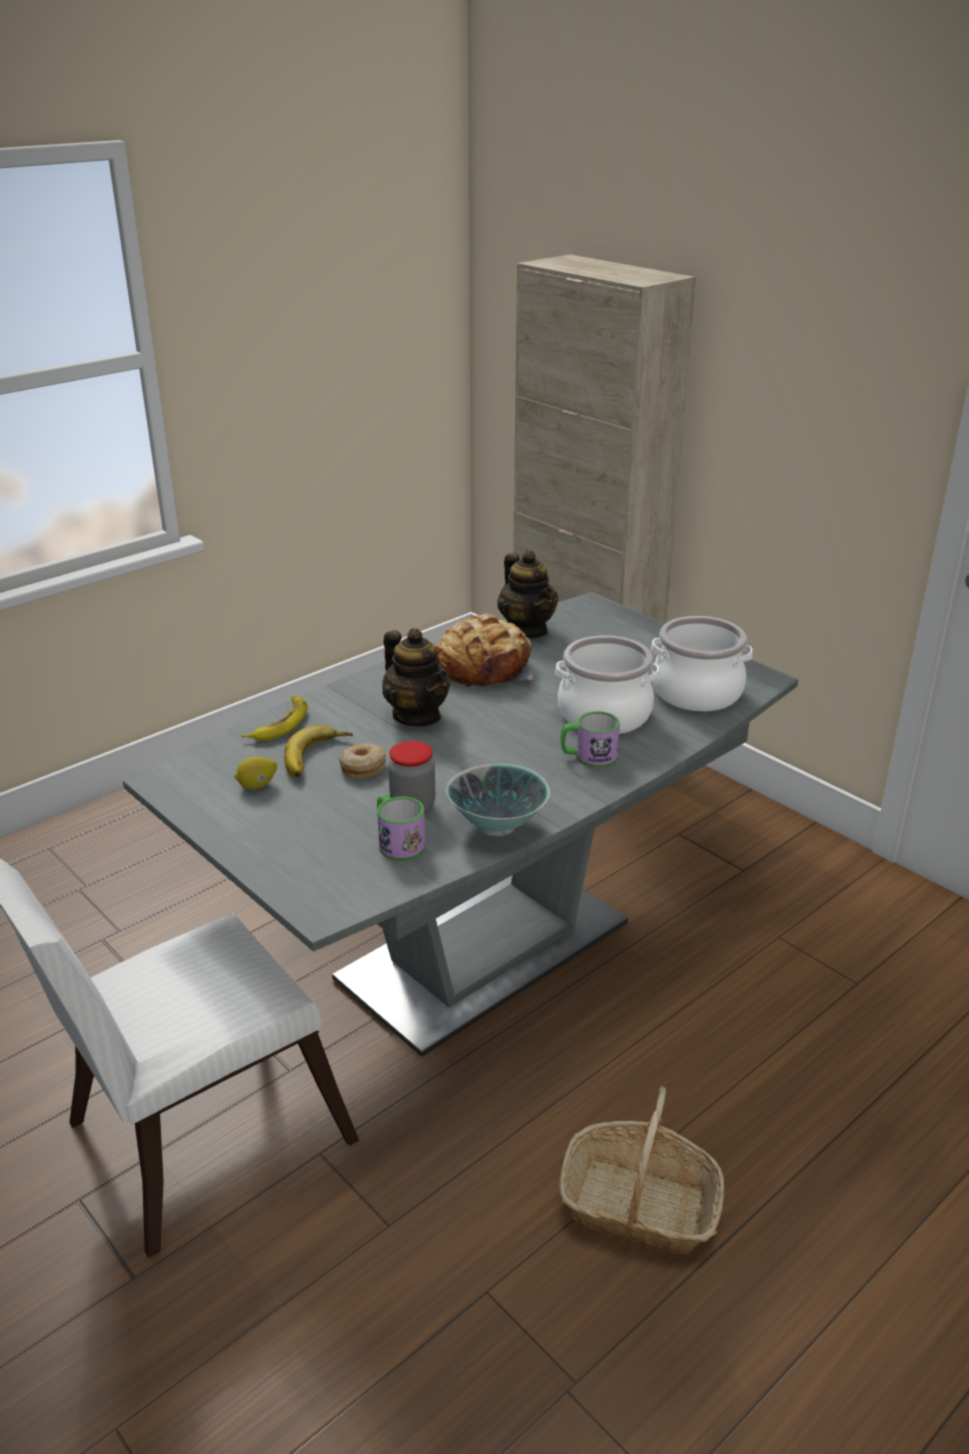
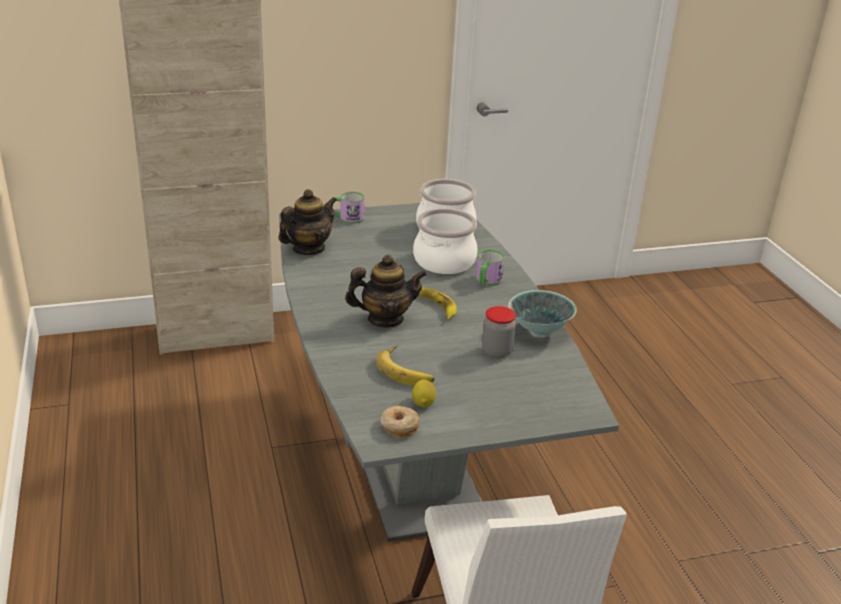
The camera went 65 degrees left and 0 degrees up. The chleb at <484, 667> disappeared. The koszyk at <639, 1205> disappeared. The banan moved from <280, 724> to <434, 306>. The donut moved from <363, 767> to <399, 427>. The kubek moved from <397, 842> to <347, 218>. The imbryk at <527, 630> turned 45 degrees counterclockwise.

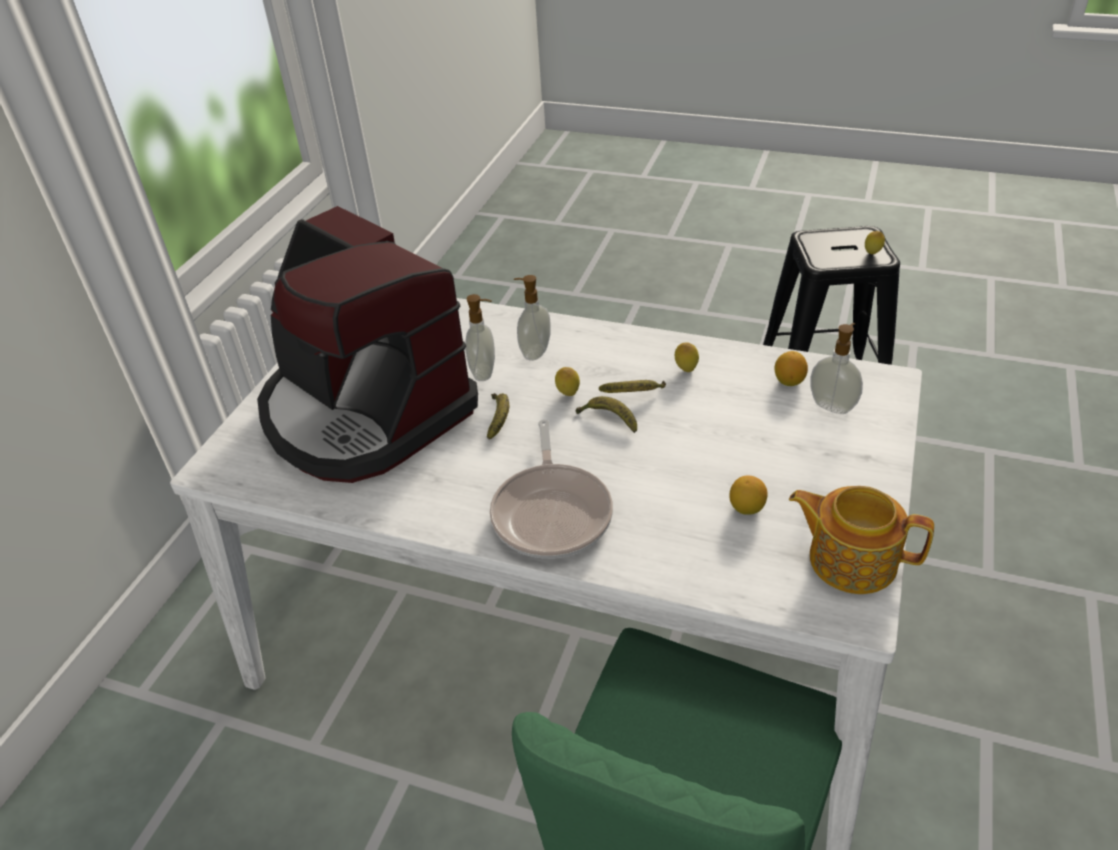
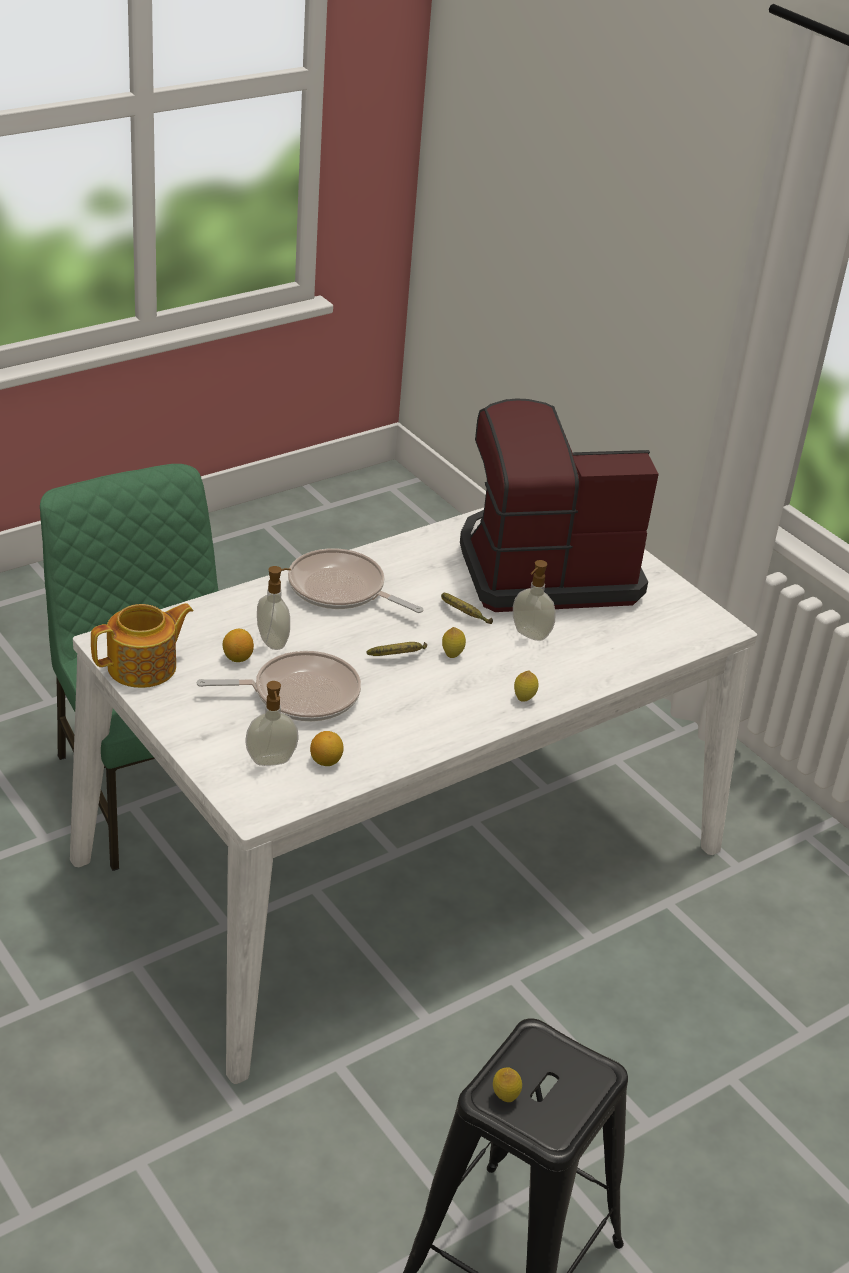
The camera went 120 degrees right and 5 degrees down. The banan at <634, 394> disappeared. The patelnia at <299, 694> appeared. The dozownik mydła moved from <534, 352> to <274, 641>. The cytryna moved from <686, 370> to <524, 699>.

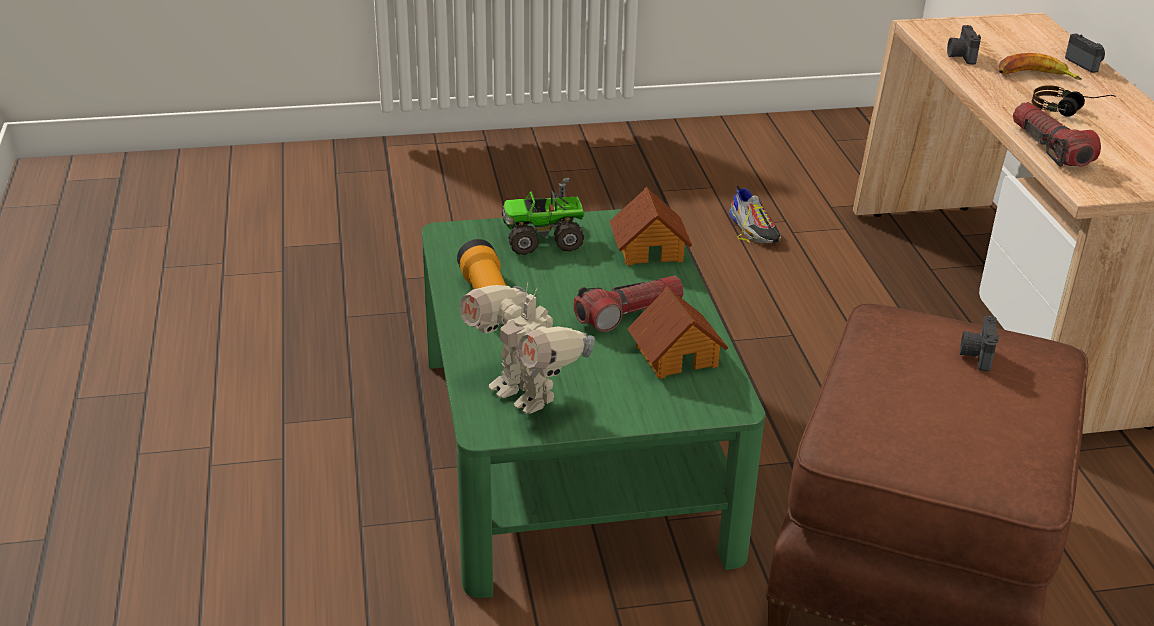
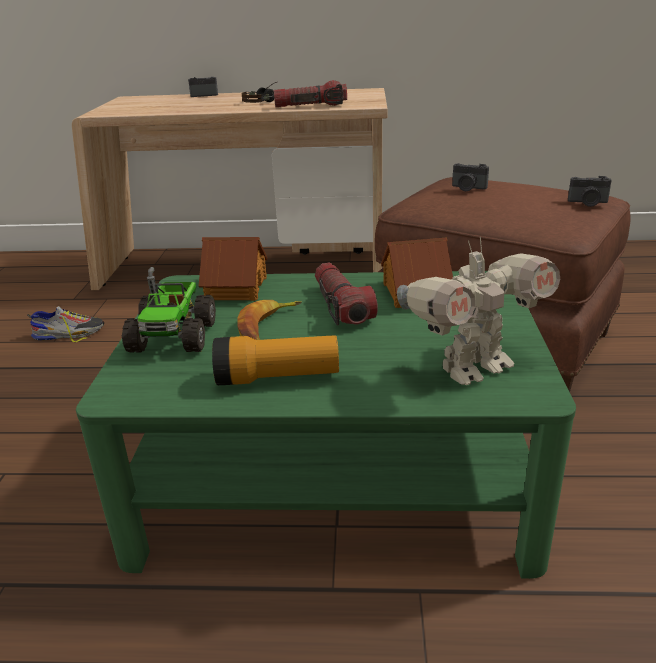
The camera went 75 degrees left and 5 degrees down. The aparat fotograficzny moved from <960, 56> to <588, 203>. The banan moved from <1035, 76> to <267, 326>.

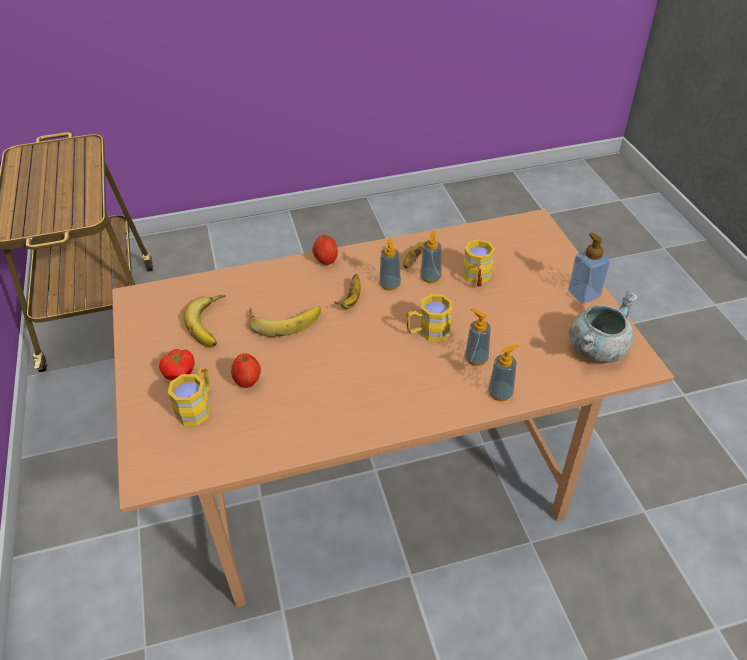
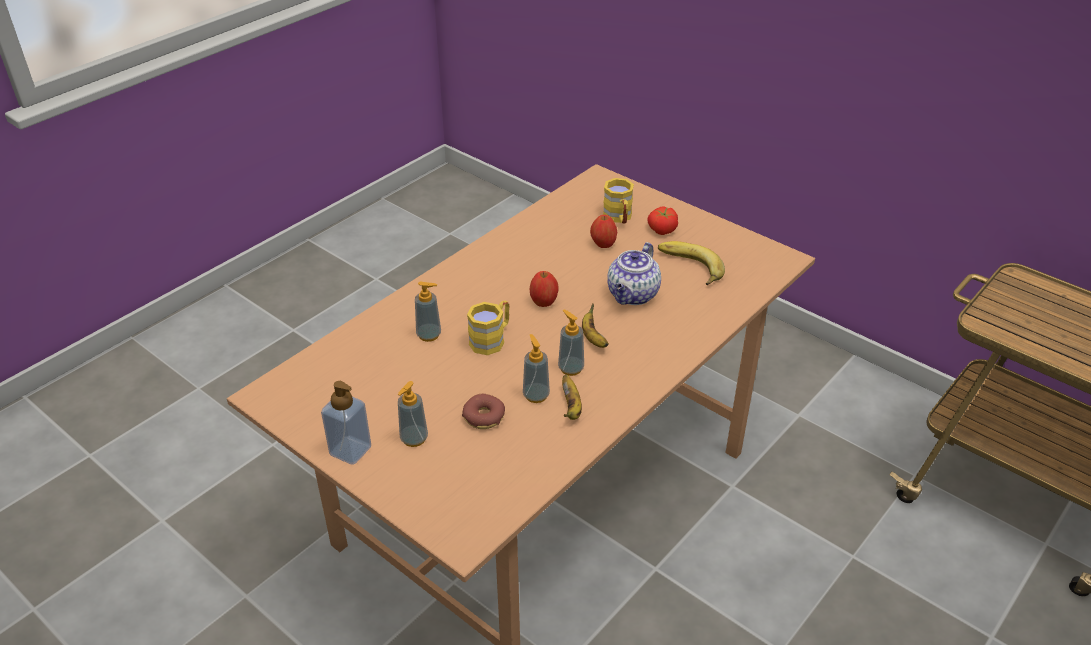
The camera went 145 degrees right and 5 degrees down. The garnek (szary) at <597, 348> disappeared. The jabłko moved from <326, 261> to <544, 302>. The dozownik mydła moved from <500, 393> to <414, 438>. The banan at <284, 319> was replaced by the imbryk at <633, 295>. The kubek (żółty) at <477, 278> was replaced by the donut at <484, 417>.

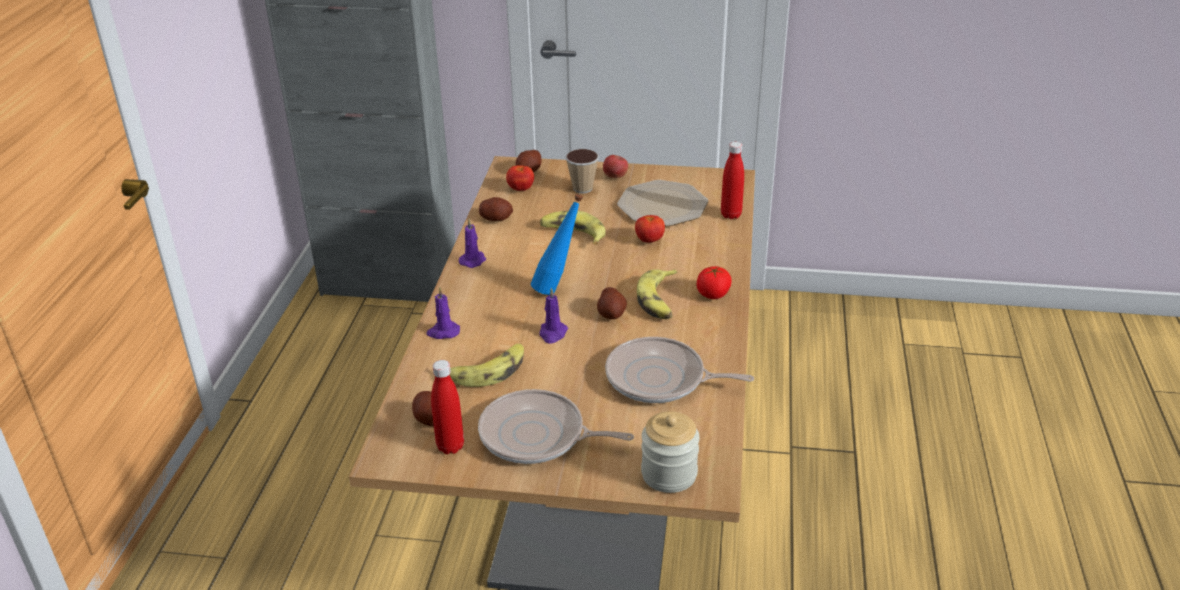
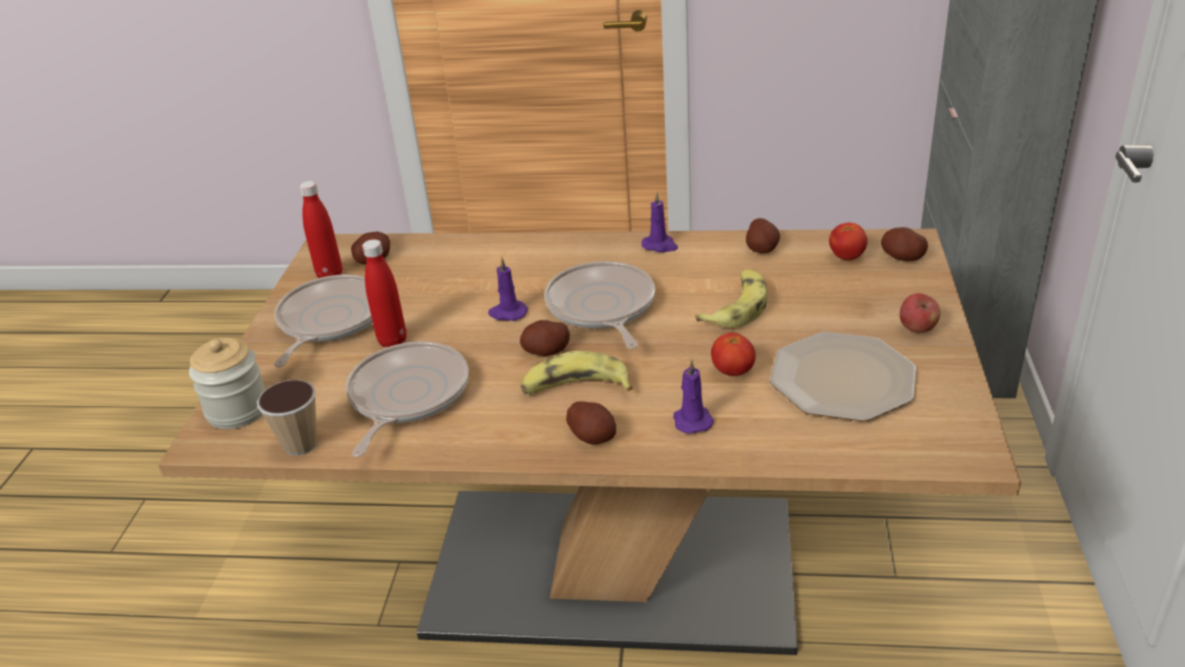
The camera went 90 degrees right and 0 degrees up. The banan at <488, 371> disappeared. The świeca (fioletowy) moved from <443, 332> to <692, 420>. The filiżanka moved from <582, 188> to <300, 444>. The butelka (czerwony) moved from <731, 215> to <392, 341>. The butelka (niebieski) at <558, 289> was replaced by the patelnia at <602, 308>. The pomidor at <713, 294> was replaced by the ziemniak at <593, 436>.

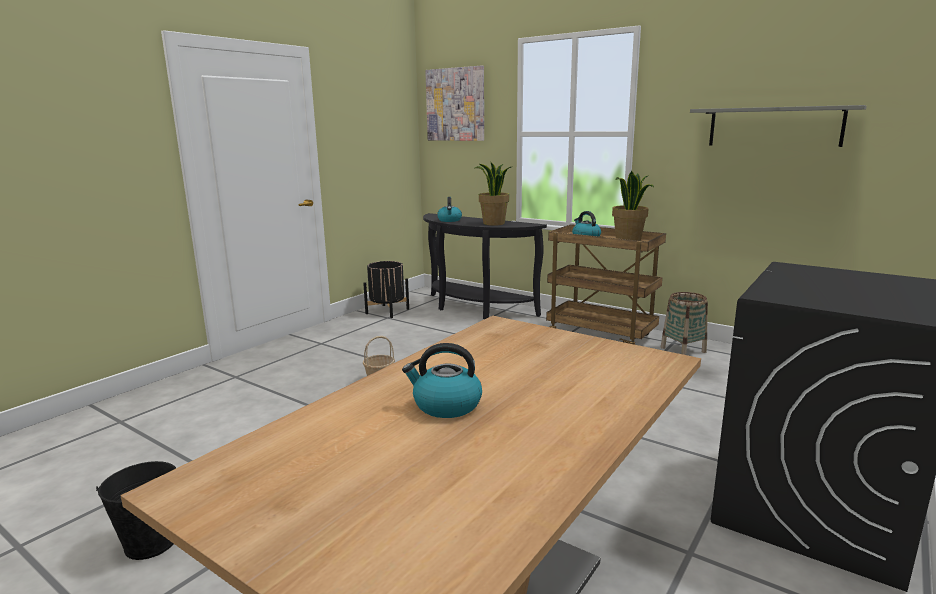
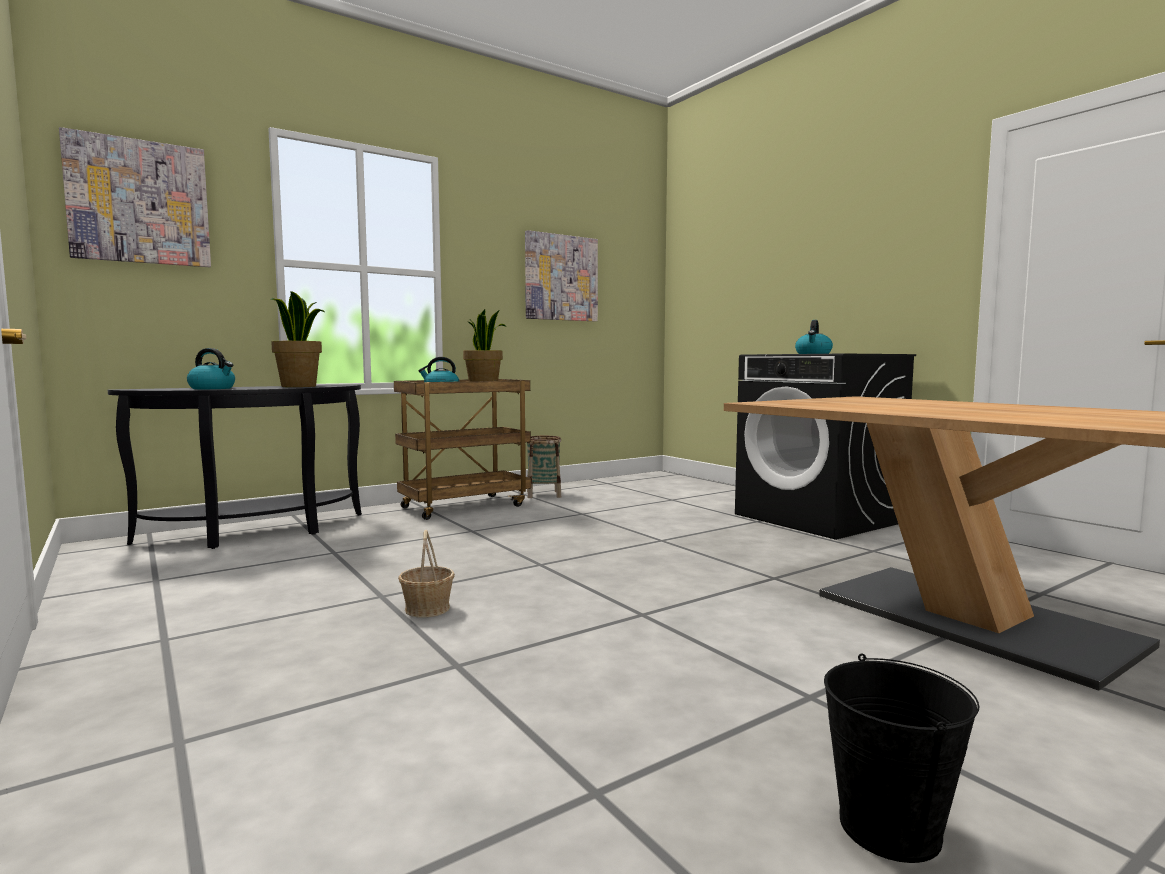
The camera went 70 degrees left and 10 degrees down. The donica (czarny) at <387, 311> disappeared. The czajnik moved from <446, 405> to <813, 354>. The półka (szary) at <774, 127> was replaced by the obraz at <561, 278>.

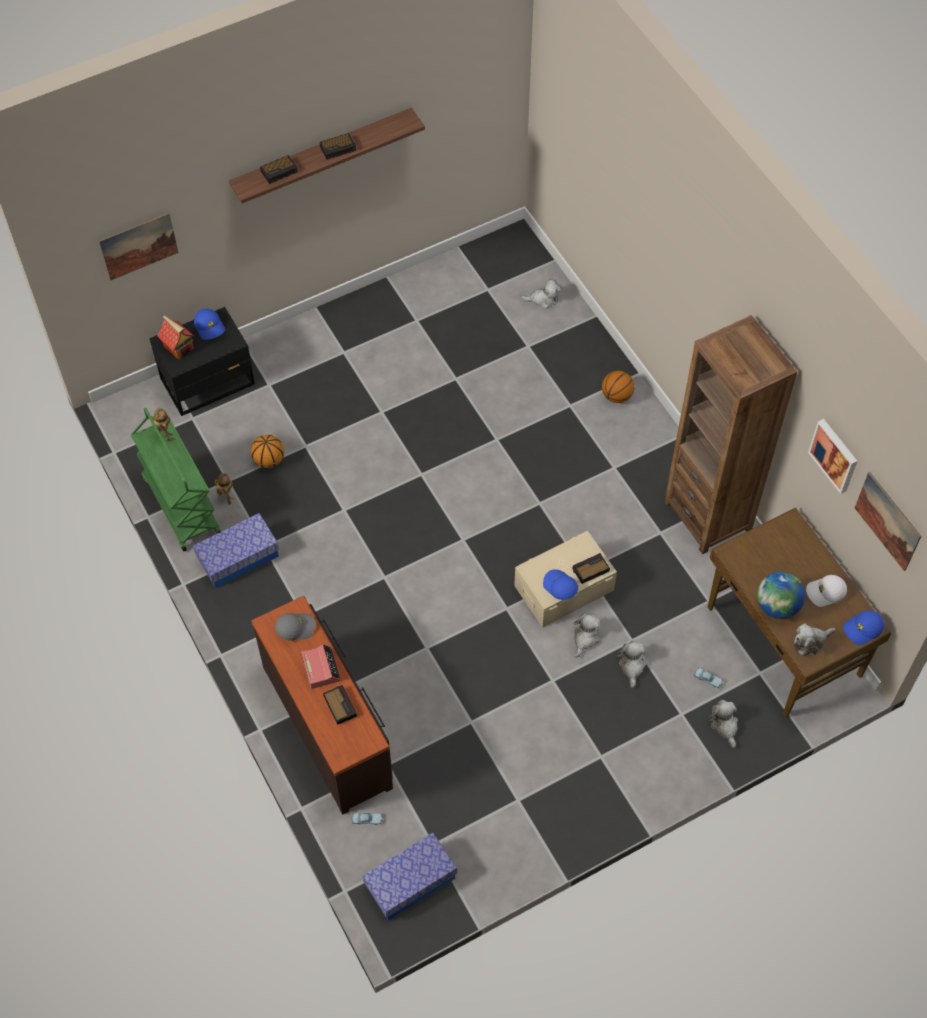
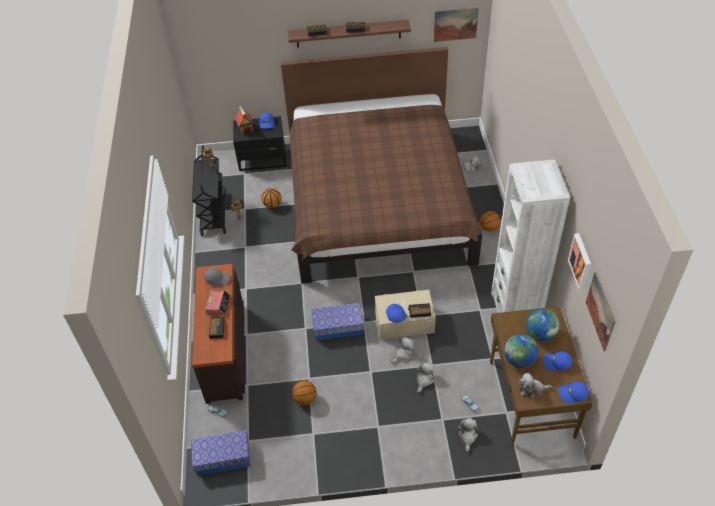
The camera went 25 degrees right and 10 degrees down. The łóżko (brązowy) at <377, 202> appeared. The piłka do koszykówki at <305, 399> appeared. The globus at <540, 334> appeared. The obraz moved from <139, 246> to <455, 24>. The pojemnik do przechowywania moved from <238, 557> to <338, 327>. The wózek (zielony) at <181, 505> became the wózek (czarny) at <213, 213>. The regał (brązowy) at <708, 515> became the regał (biały) at <515, 309>. The czapka z daszkiem (biały) at <825, 593> became the czapka z daszkiem (niebieski) at <556, 363>.

